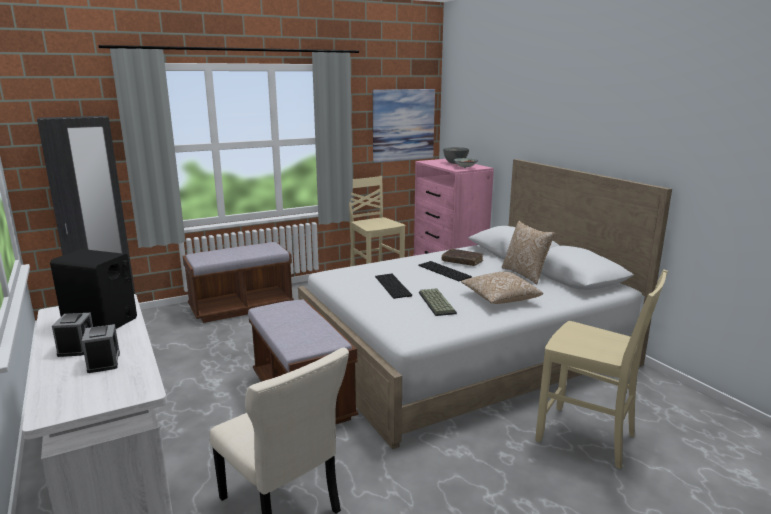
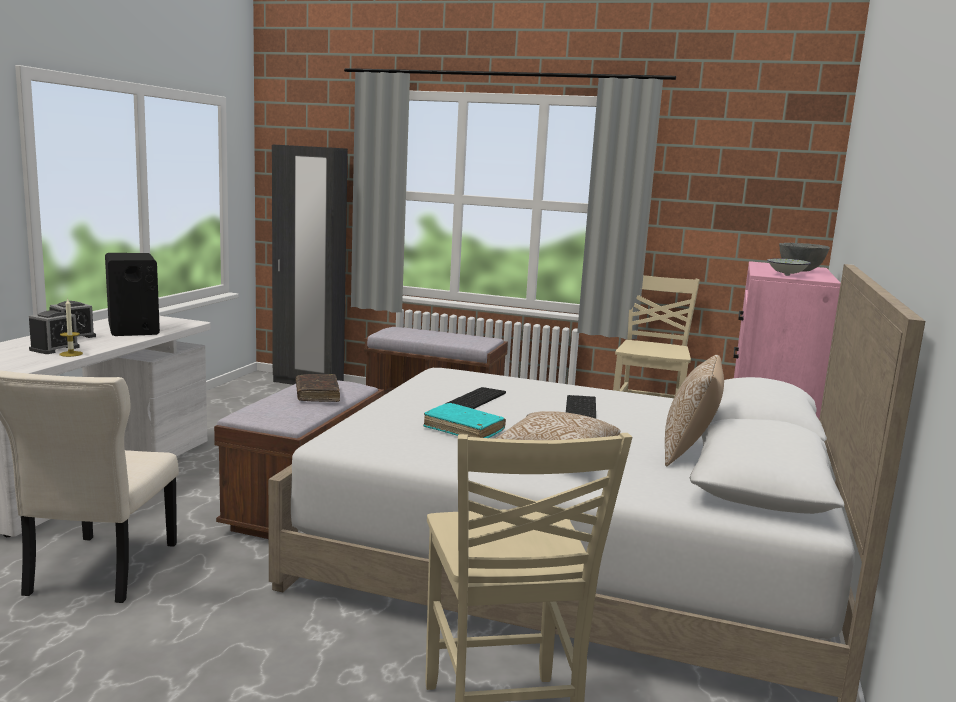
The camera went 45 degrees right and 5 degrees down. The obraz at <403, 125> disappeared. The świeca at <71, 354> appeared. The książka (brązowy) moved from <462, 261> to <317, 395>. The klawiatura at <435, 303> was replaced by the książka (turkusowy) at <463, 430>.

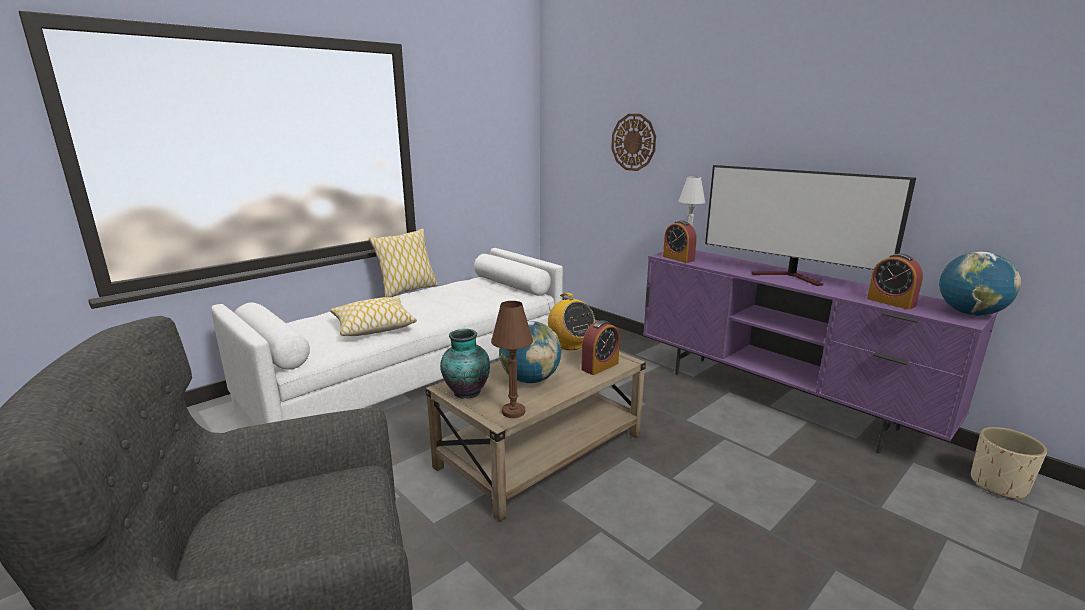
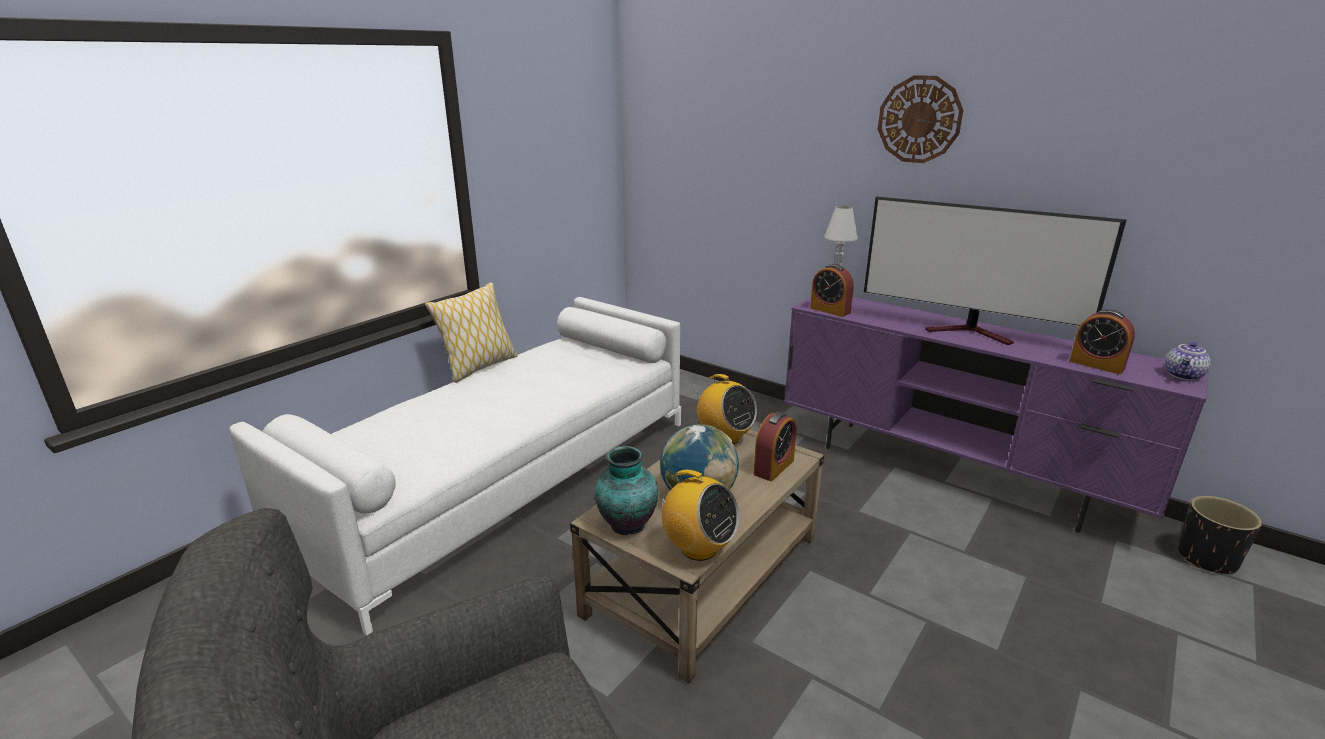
The camera went 10 degrees left and 5 degrees up. The poduszka at <373, 326> disappeared. The zegar ścienny moved from <633, 142> to <919, 119>. The lampa stołowa (brązowy) at <513, 412> was replaced by the radio at <698, 548>. The globus at <970, 314> was replaced by the imbryk at <1184, 376>. The donica (beżowy) at <998, 485> became the donica (czarny) at <1207, 559>.

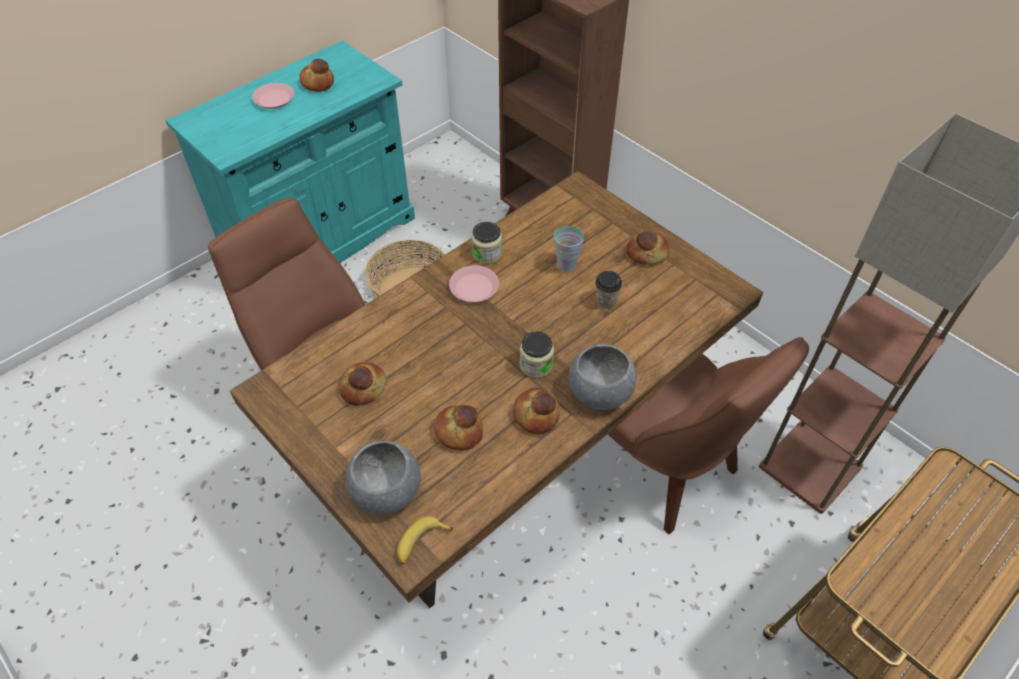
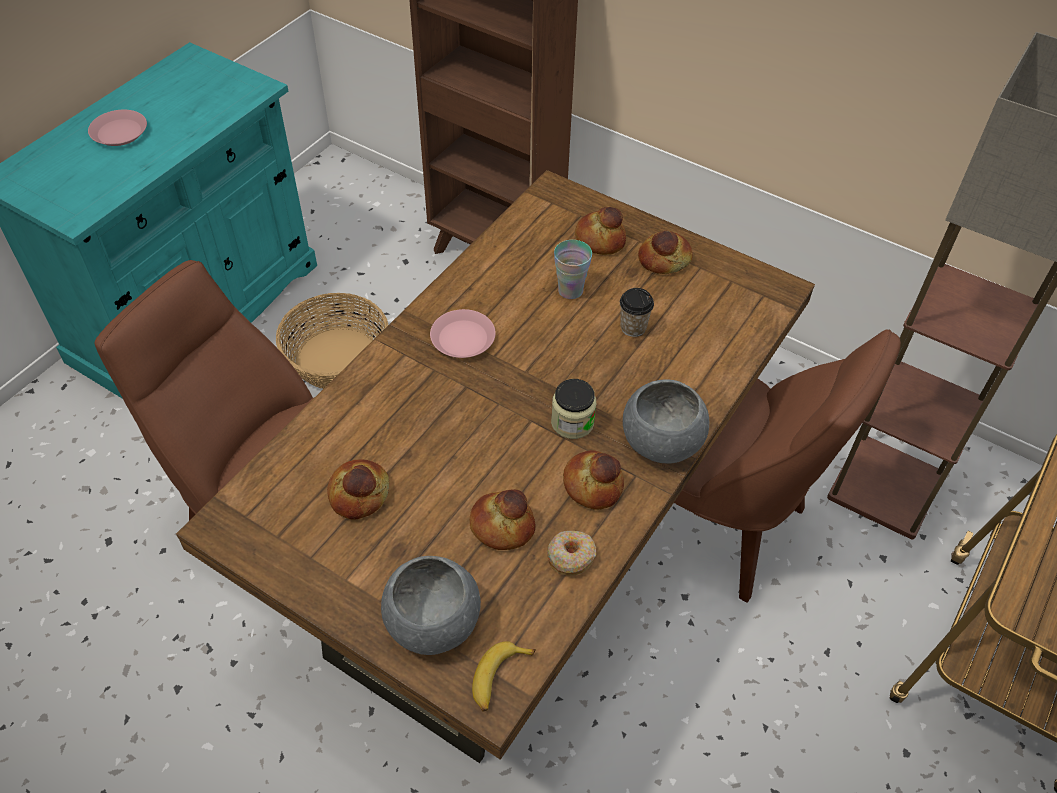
The camera went 15 degrees left and 0 degrees up. The słoik at <487, 254> disappeared. The donut at <570, 556> appeared. The chleb moved from <318, 83> to <600, 240>.

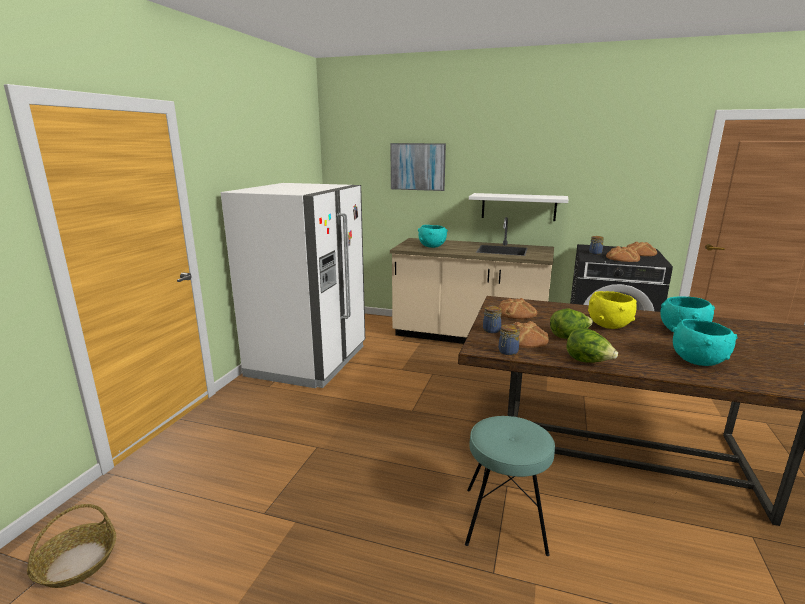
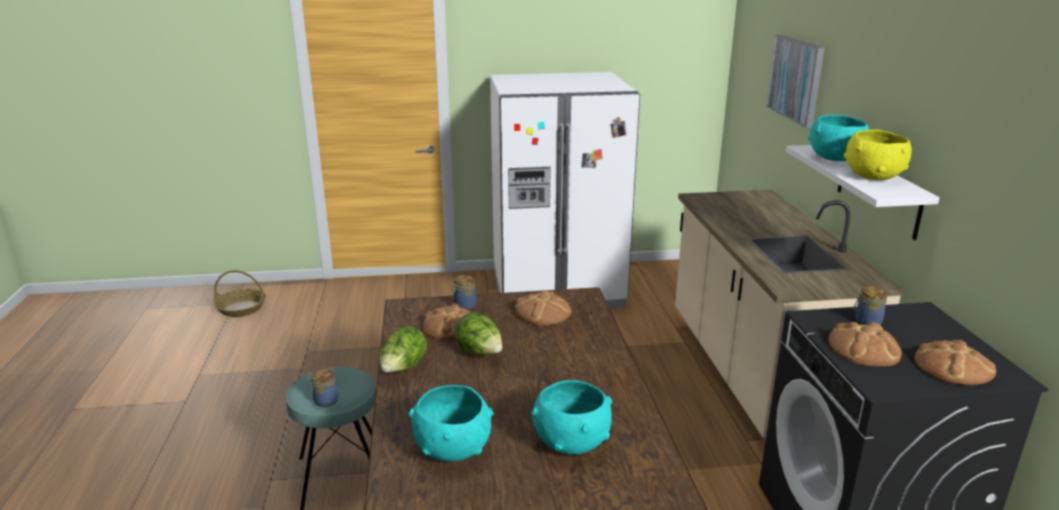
The camera went 65 degrees right and 5 degrees up. The miska (turkusowy) moved from <432, 246> to <835, 158>. The słoik moved from <507, 352> to <325, 401>. The miska (żółty) moved from <609, 325> to <874, 177>.

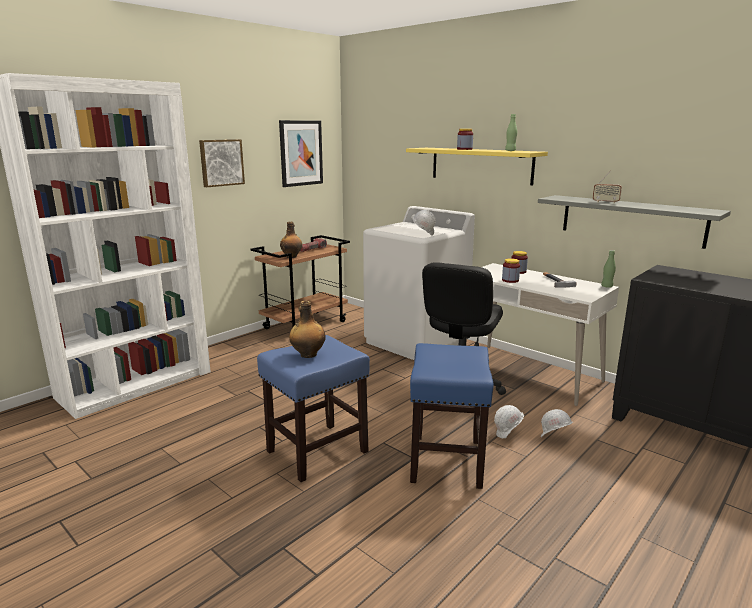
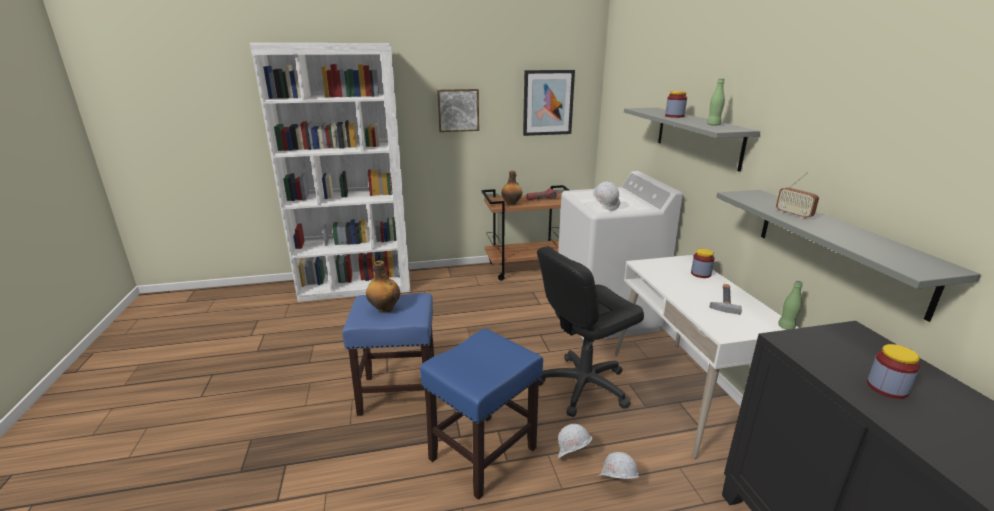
The camera went 35 degrees right and 5 degrees up. The słoik moved from <510, 280> to <887, 388>. The półka (żółty) at <480, 165> became the półka (szary) at <697, 136>.

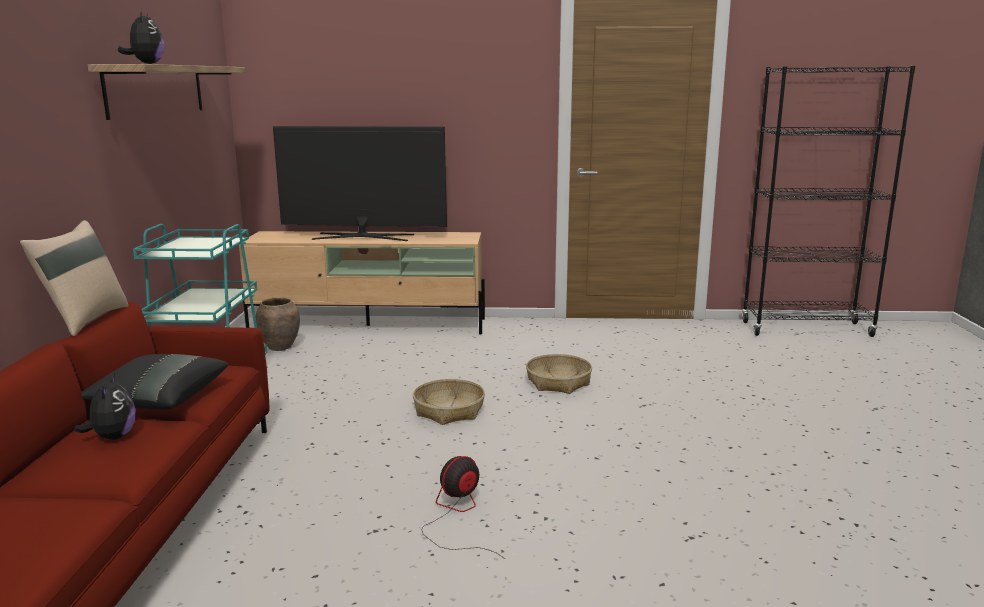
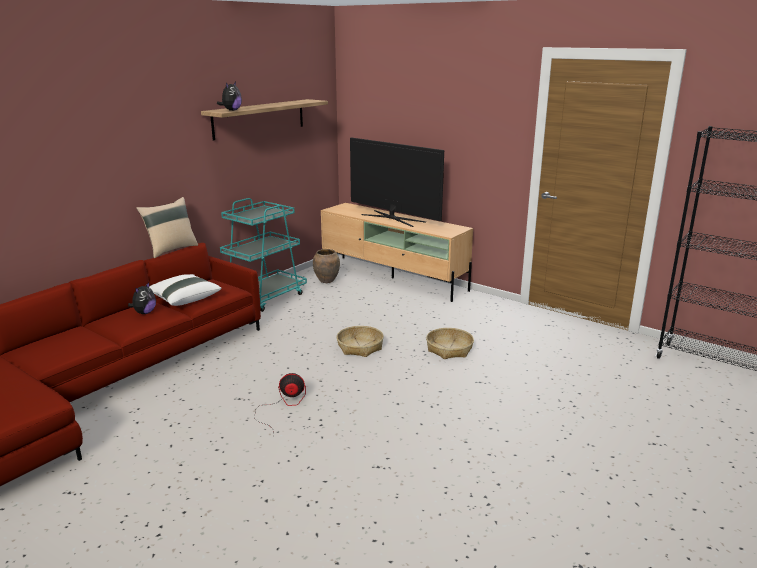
The camera went 35 degrees right and 5 degrees up. The poduszka (czarny) at <158, 400> became the poduszka (biały) at <184, 299>.

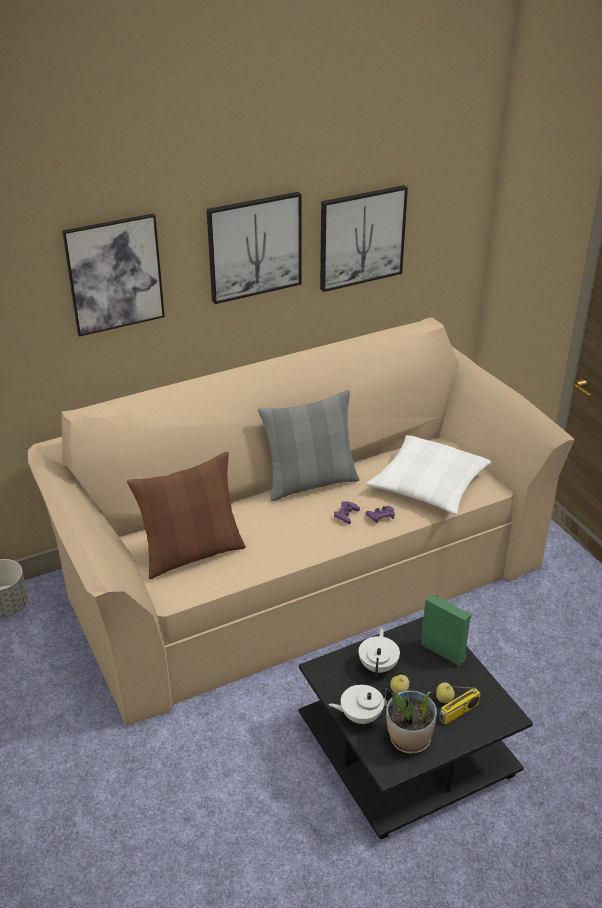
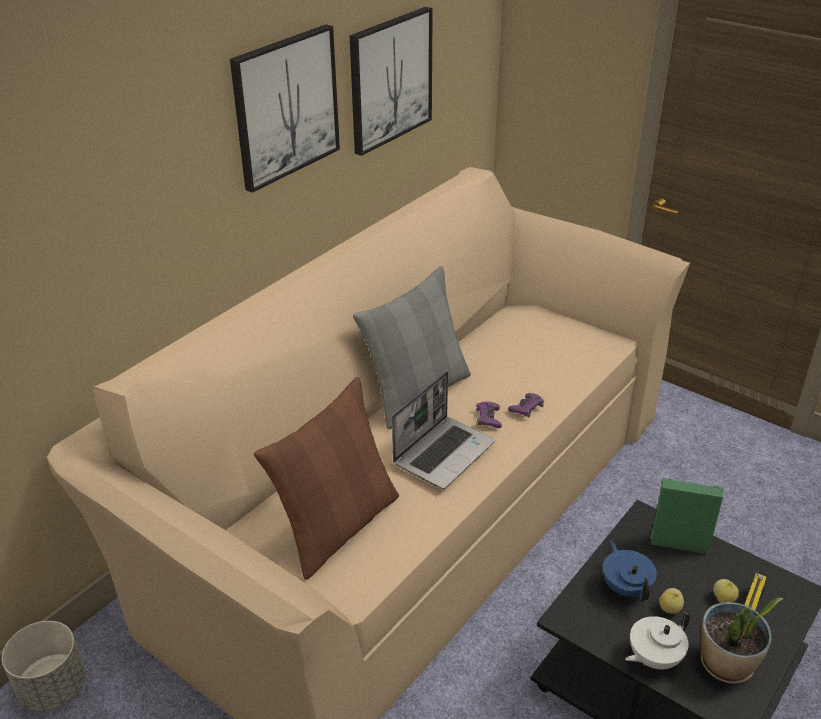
The camera went 25 degrees left and 0 degrees up. The obraz at <115, 274> disappeared. The poduszka (biały) at <428, 484> disappeared. The laptop at <444, 452> appeared. The imbryk (biały) at <378, 665> became the imbryk (niebieski) at <626, 587>.

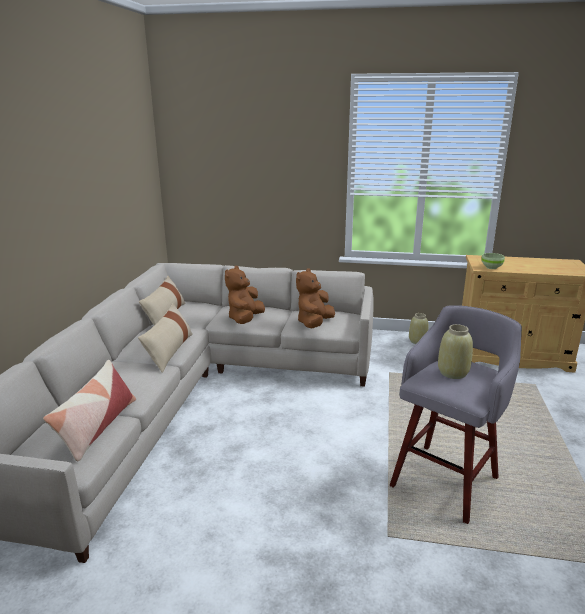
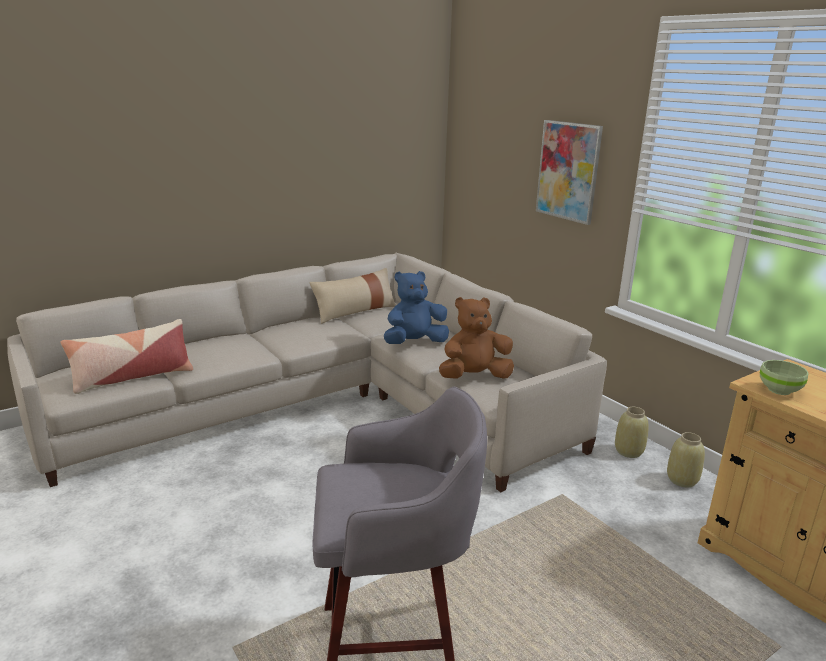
The camera went 45 degrees right and 0 degrees up. The poduszka (beżowy) at <169, 351> disappeared. The obraz at <568, 171> appeared. The wazon (beżowy) moved from <453, 373> to <629, 452>. The pluszak (brązowy) at <245, 319> became the pluszak (niebieski) at <414, 343>.

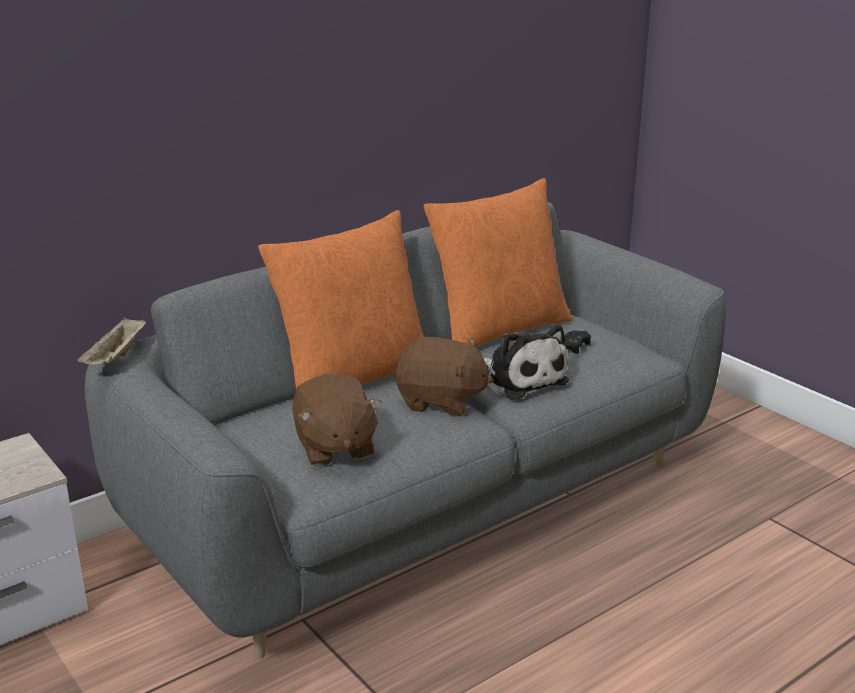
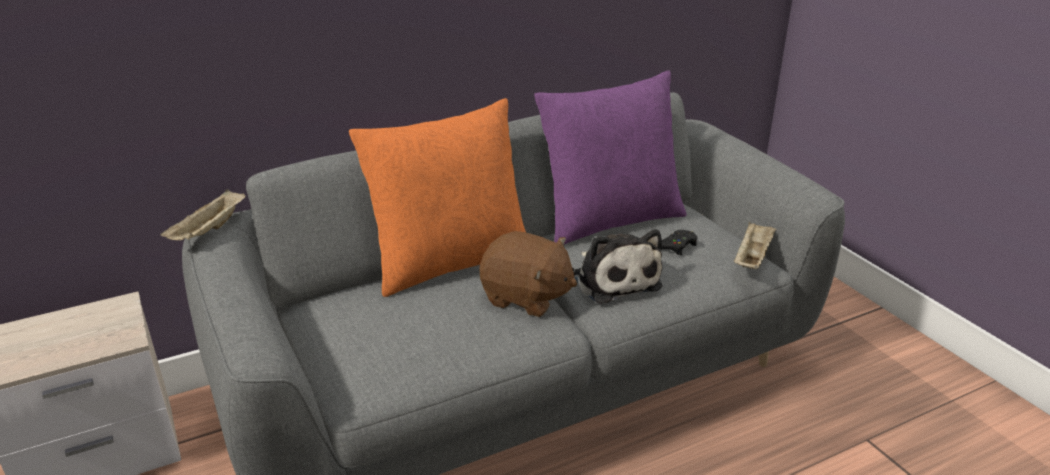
The camera went 10 degrees right and 5 degrees up. The pluszak (brązowy) at <334, 447> disappeared. The taca (beżowy) at <752, 257> appeared. The poduszka (pomarańczowy) at <498, 330> became the poduszka (fioletowy) at <609, 220>.

